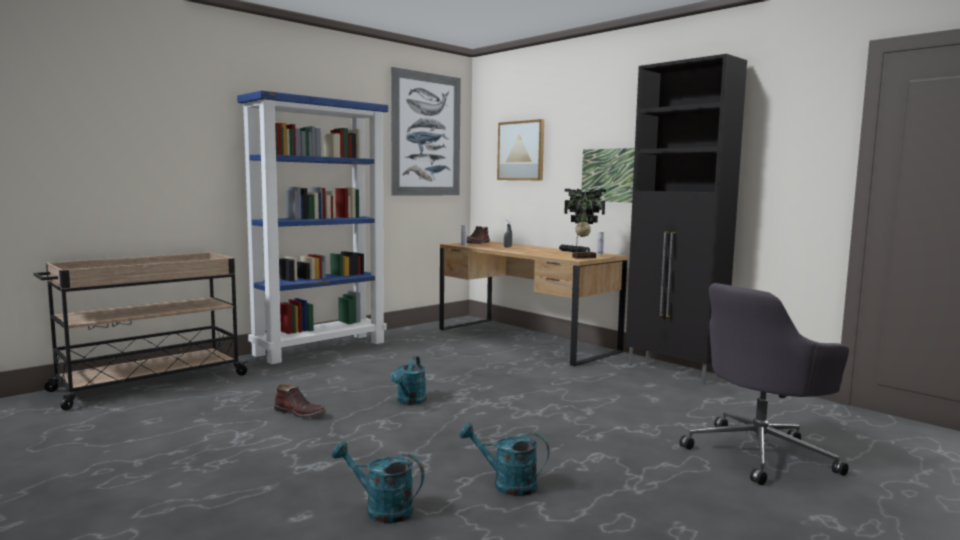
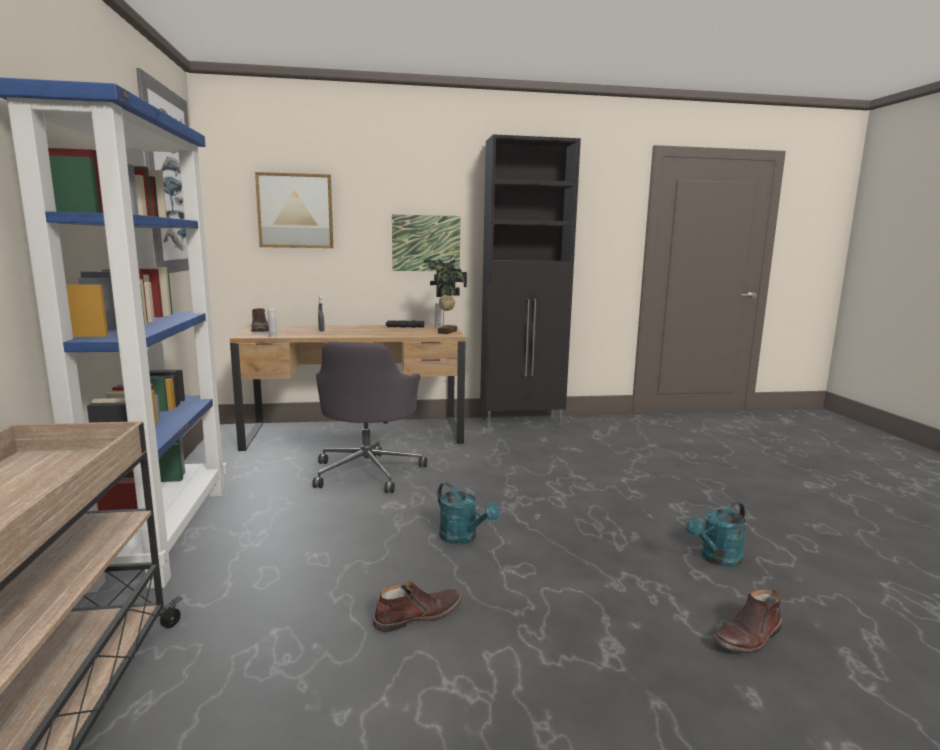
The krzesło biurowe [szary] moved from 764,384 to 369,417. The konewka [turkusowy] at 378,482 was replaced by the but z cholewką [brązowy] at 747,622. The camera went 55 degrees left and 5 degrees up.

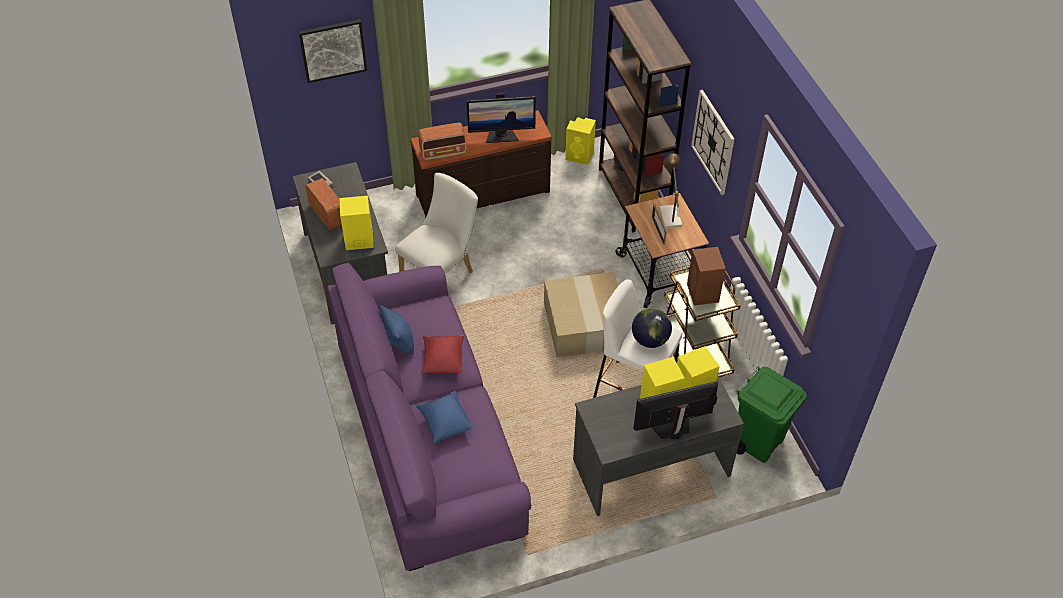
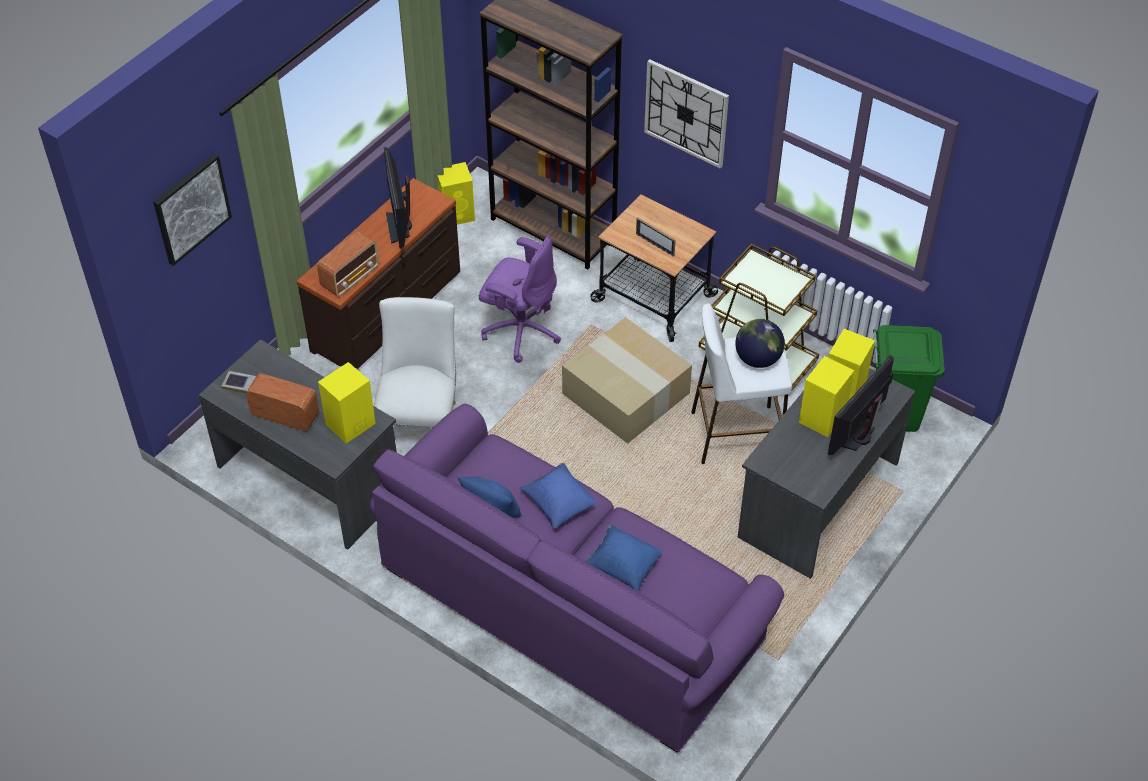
The monitor at 501,118 turned 120 degrees clockwise. The krzesło biurowe [fioletowy] at 520,300 appeared. The poduszka [czerwony] at 442,354 became the poduszka [niebieski] at 558,496. The lampa stołowa at 670,191 disappeared. The głośnik [brązowy] at 706,276 disappeared. The camera went 35 degrees left and 0 degrees up.

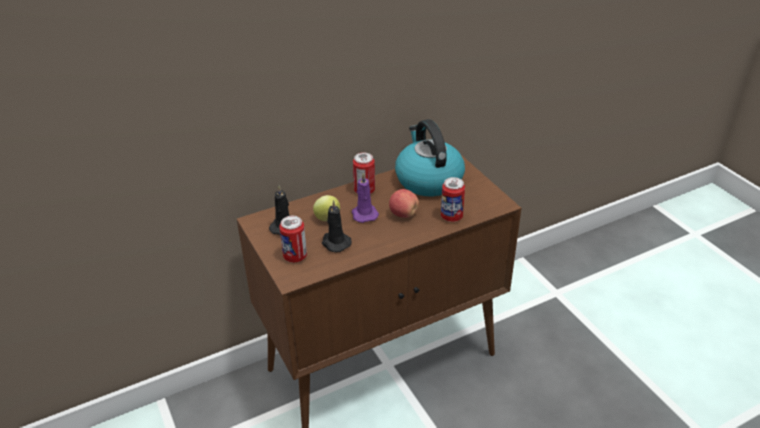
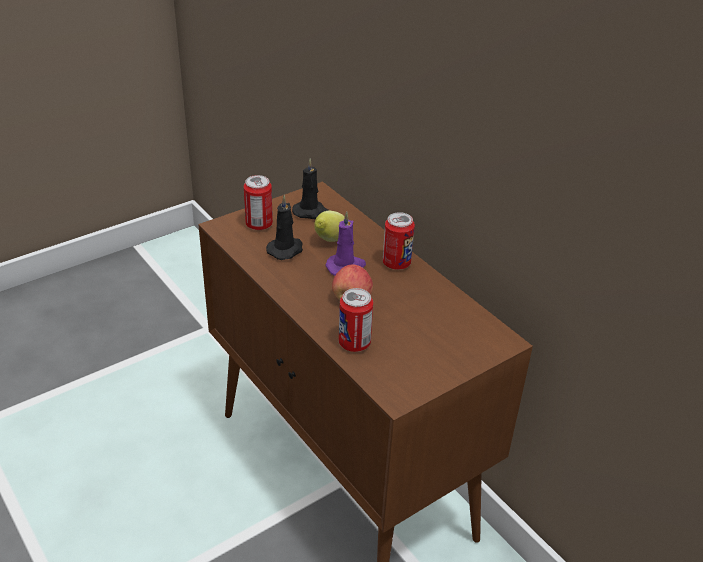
The czajnik at 430,157 disappeared. The camera went 80 degrees right and 0 degrees up.

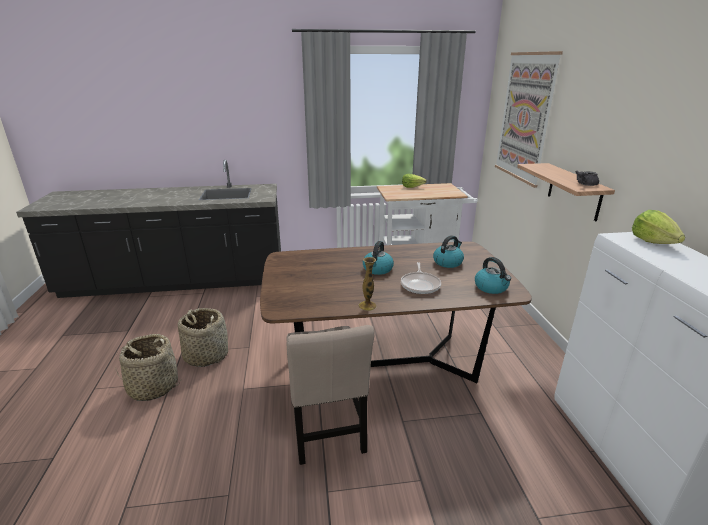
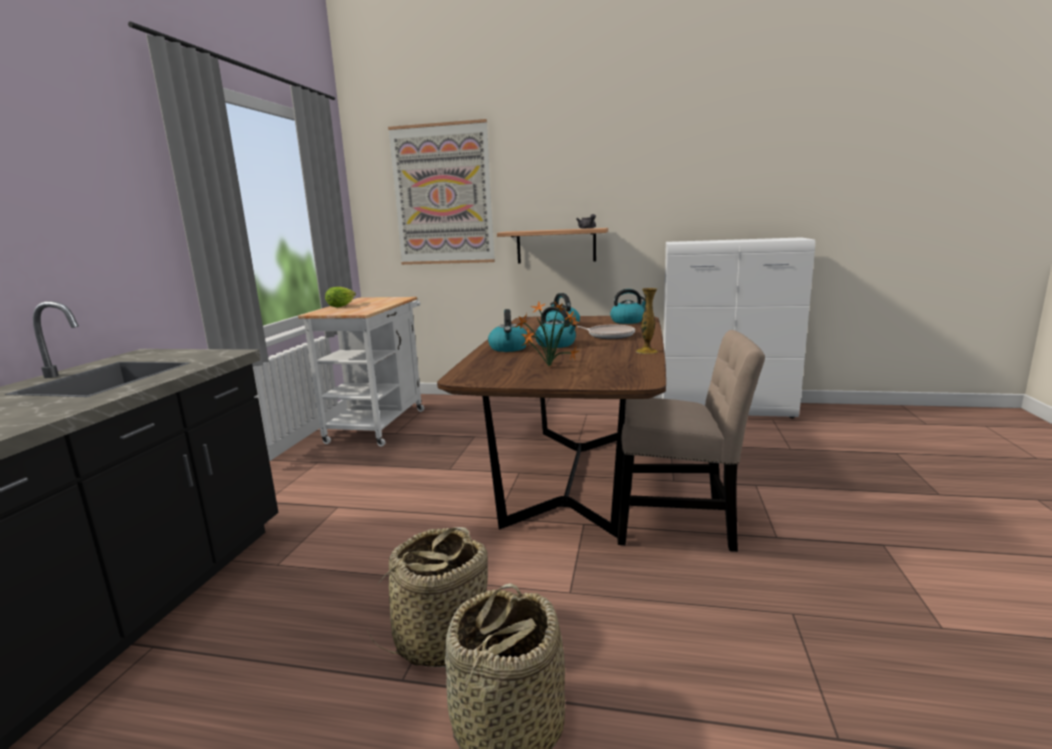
The czajnik at 508,330 appeared. The roślina doniczkowa at 547,334 appeared. The sałata at 658,227 disappeared. The camera went 70 degrees left and 10 degrees down.

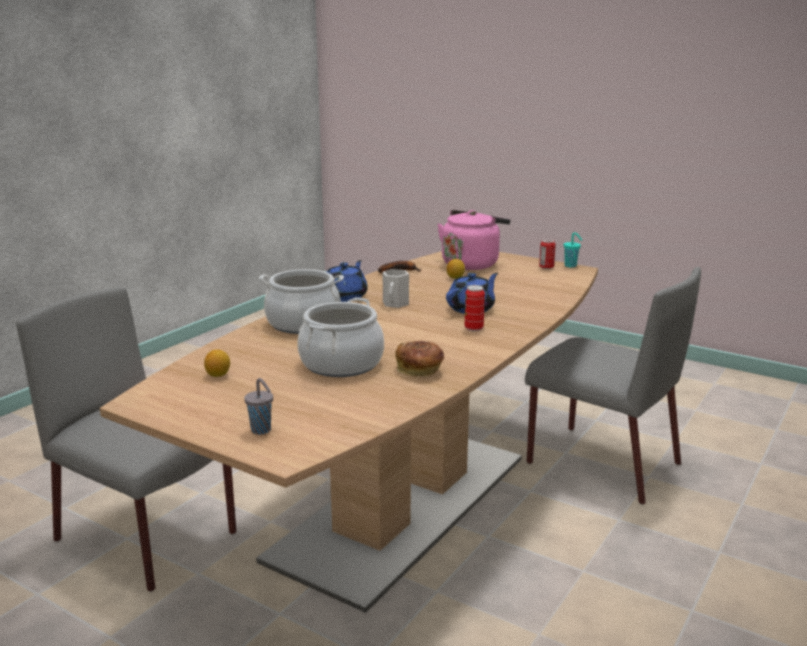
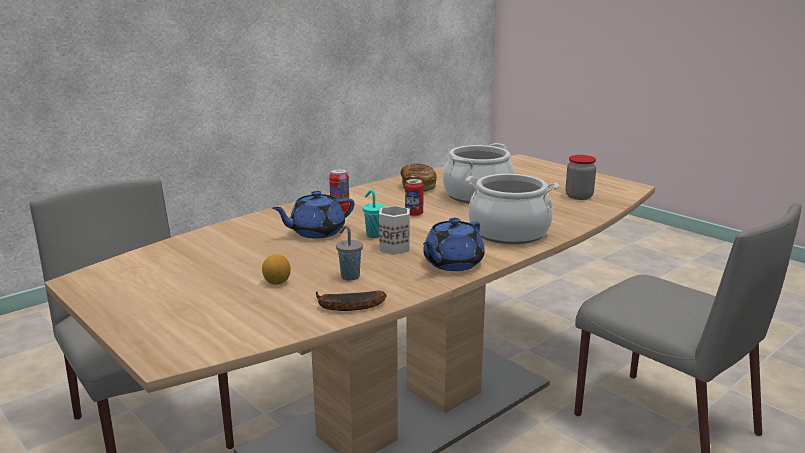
The filiżanka [szary] moved from 258,406 to 349,253. The filiżanka [turkusowy] moved from 572,250 to 374,214. The puszka moved from 547,254 to 414,197. The cytryna at 217,363 was replaced by the słoik at 581,177. The czajnik [różowy] at 473,240 disappeared. The camera went 165 degrees left and 0 degrees up.

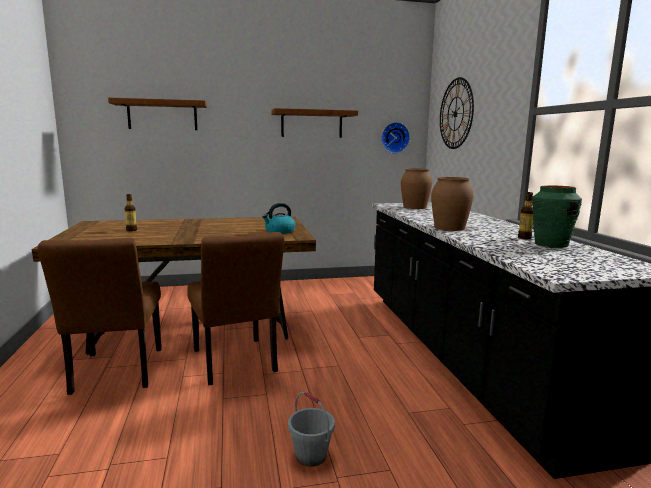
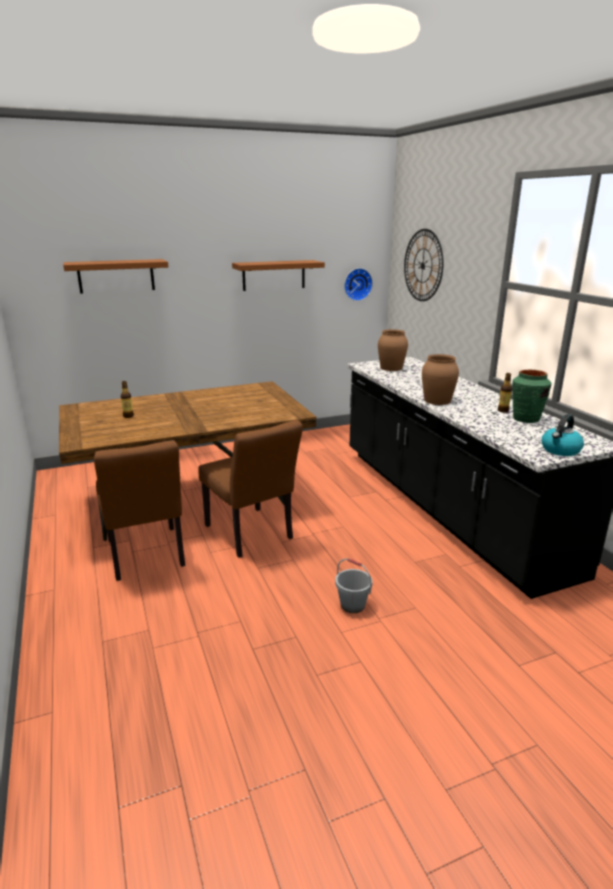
The czajnik moved from 279,218 to 563,435. The camera went 10 degrees left and 10 degrees up.

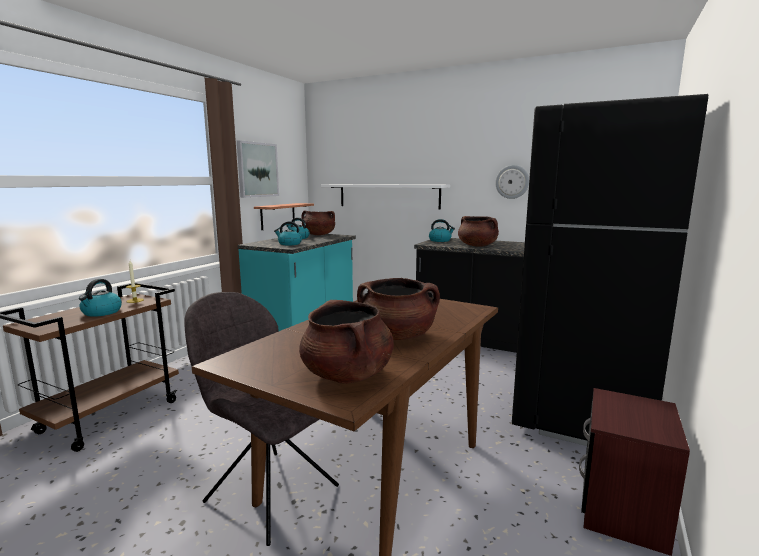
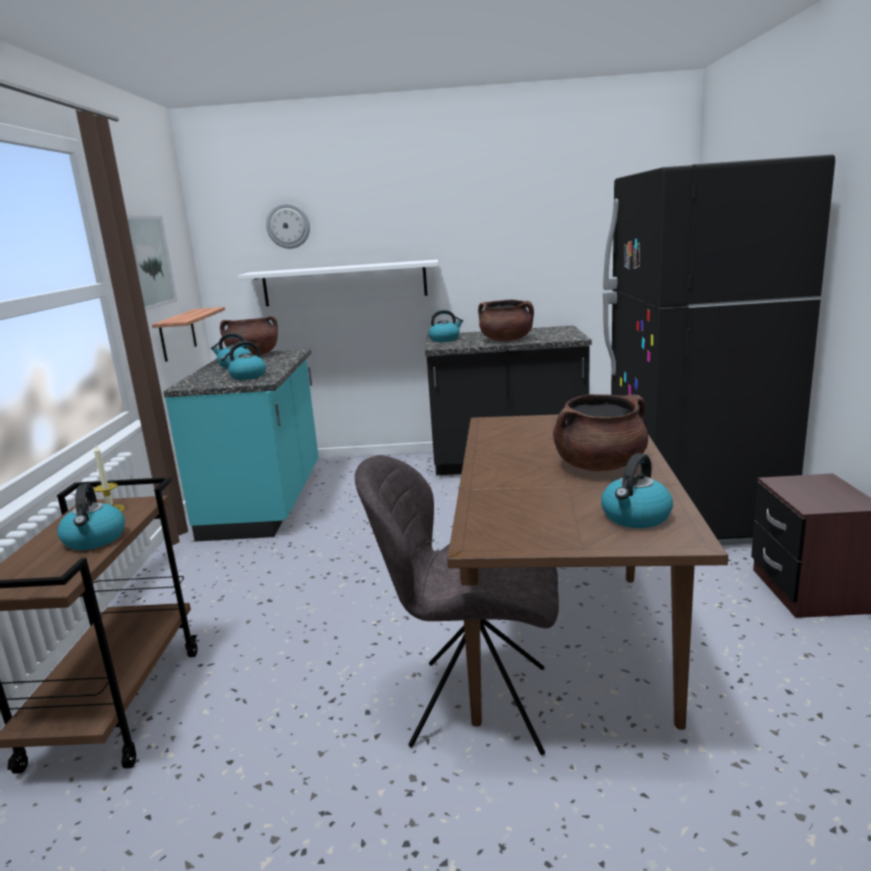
The zegar ścienny moved from 512,182 to 288,226. The garnek [brązowy] at 346,342 was replaced by the czajnik at 637,490. The camera went 25 degrees left and 5 degrees up.

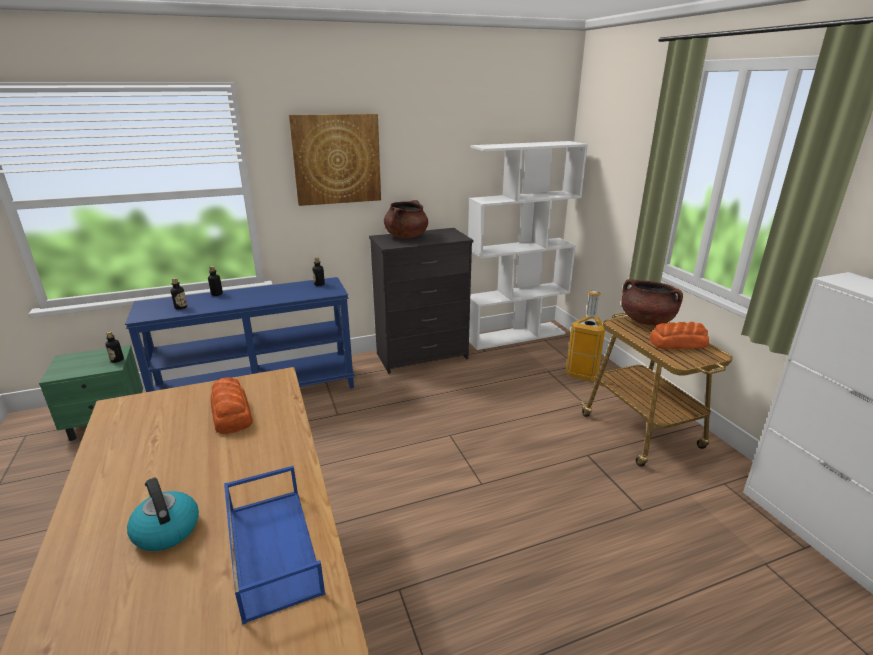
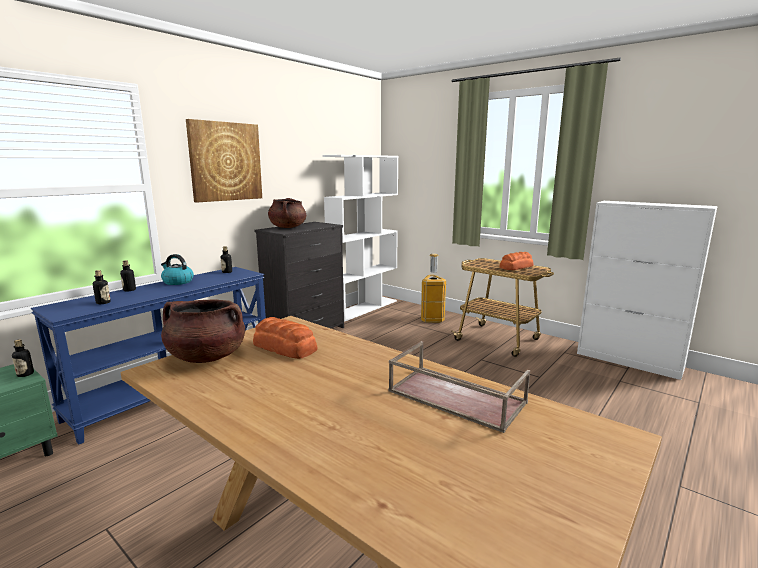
The czajnik moved from 163,514 to 177,269. The garnek [brązowy] moved from 652,302 to 203,331. The taca [niebieski] at 274,545 became the taca [brązowy] at 459,387. The camera went 30 degrees left and 10 degrees down.

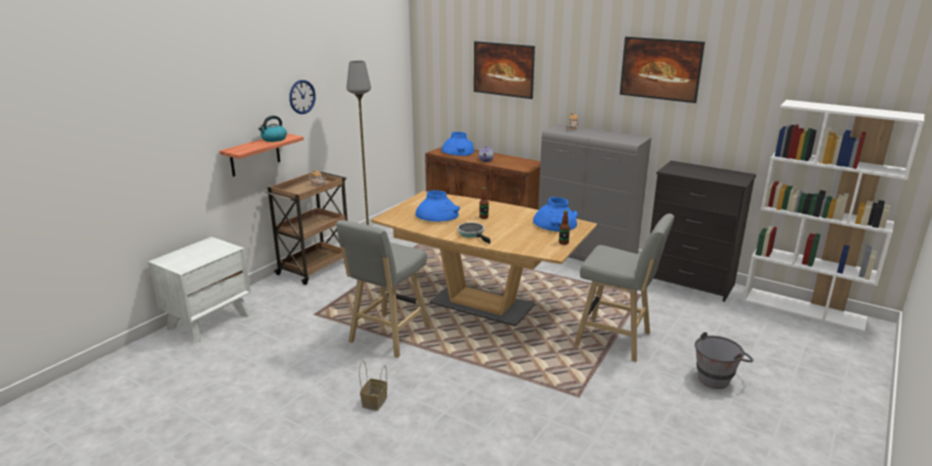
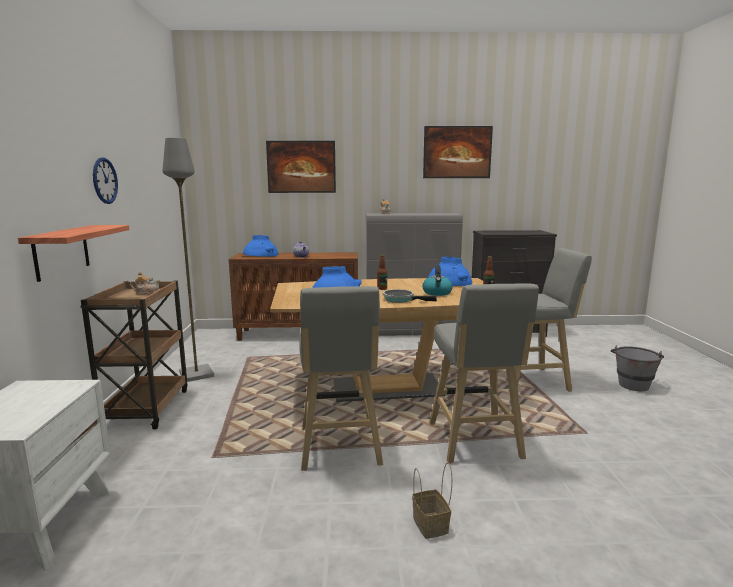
The czajnik moved from 272,129 to 437,280. The stołek [szary] at 484,373 appeared. The regał [biały] at 833,216 disappeared. The camera went 35 degrees left and 10 degrees down.

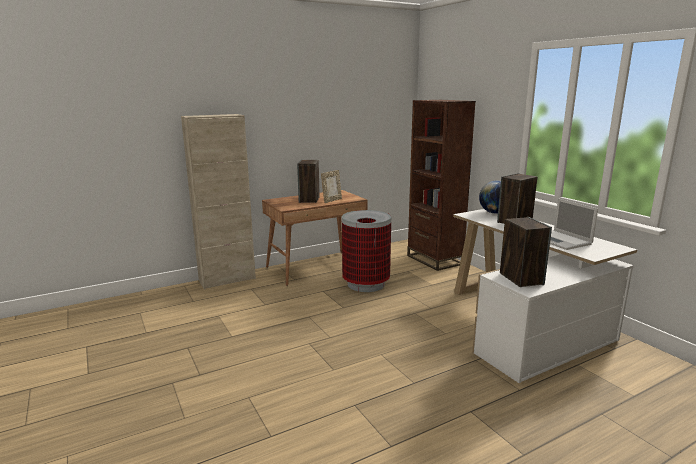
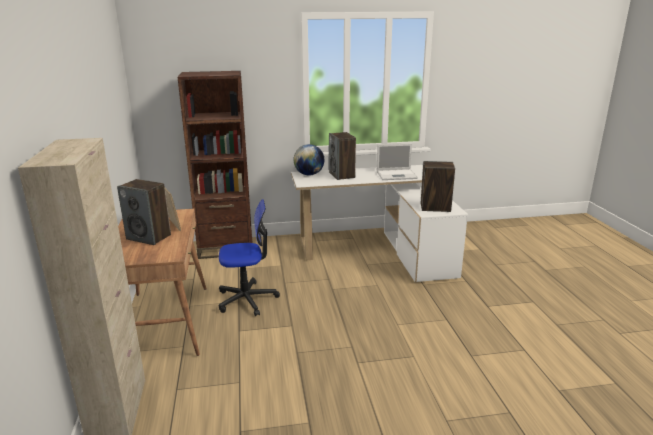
The kosz na śmieci at 366,251 was replaced by the krzesło biurowe at 249,257. The camera went 70 degrees left and 5 degrees up.

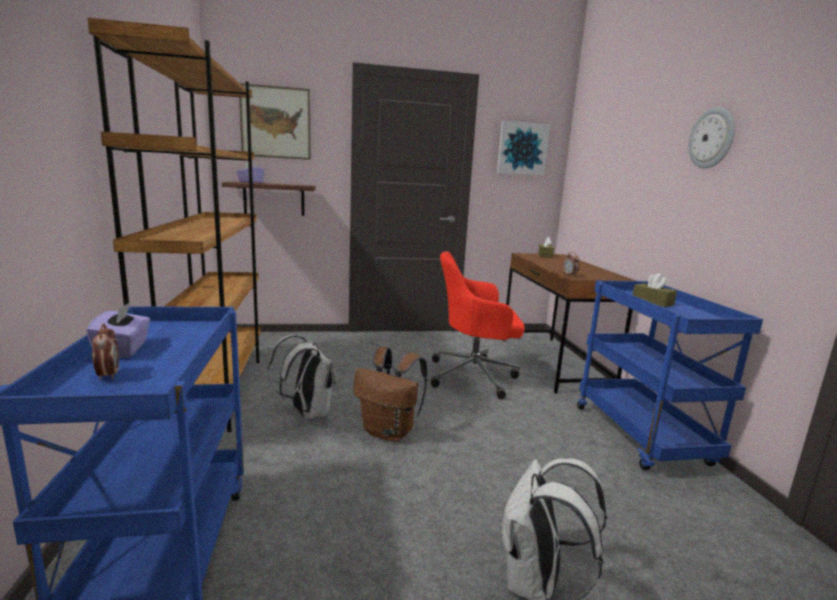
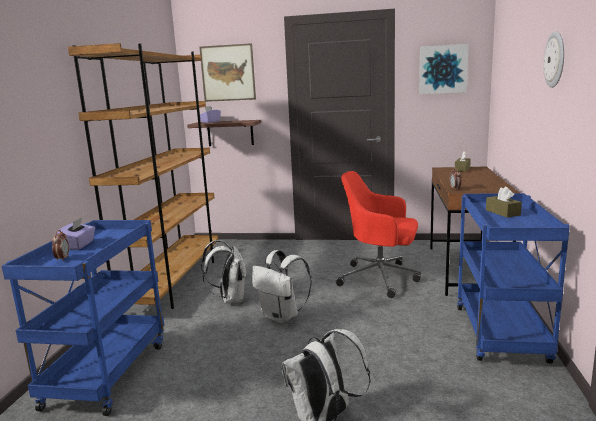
The plecak [brązowy] at 390,394 became the plecak [biały] at 282,286. The camera went 20 degrees right and 0 degrees up.

